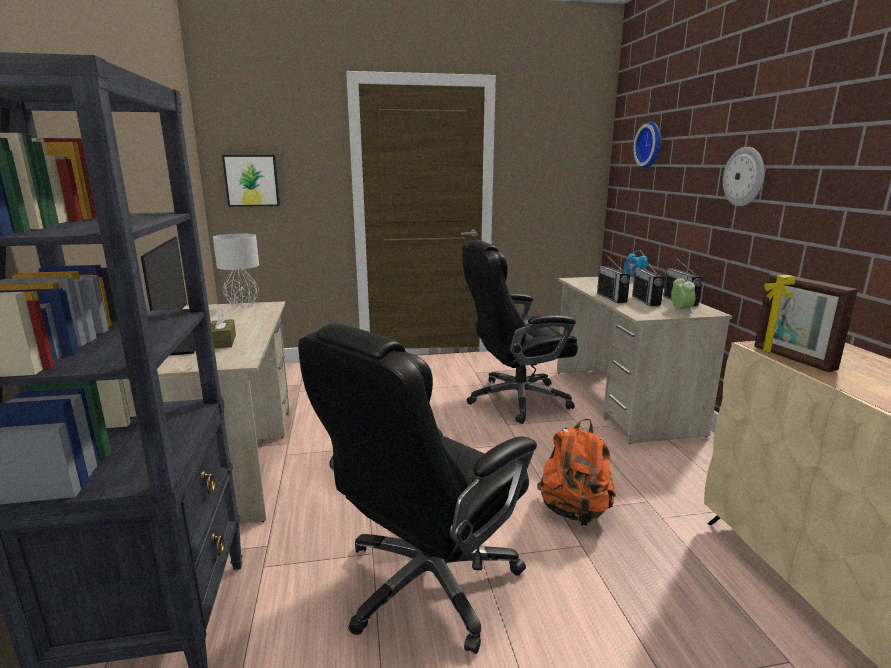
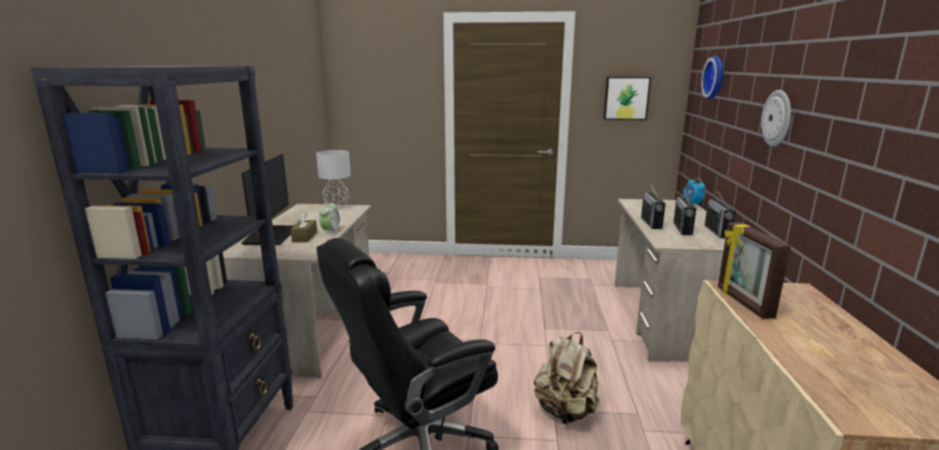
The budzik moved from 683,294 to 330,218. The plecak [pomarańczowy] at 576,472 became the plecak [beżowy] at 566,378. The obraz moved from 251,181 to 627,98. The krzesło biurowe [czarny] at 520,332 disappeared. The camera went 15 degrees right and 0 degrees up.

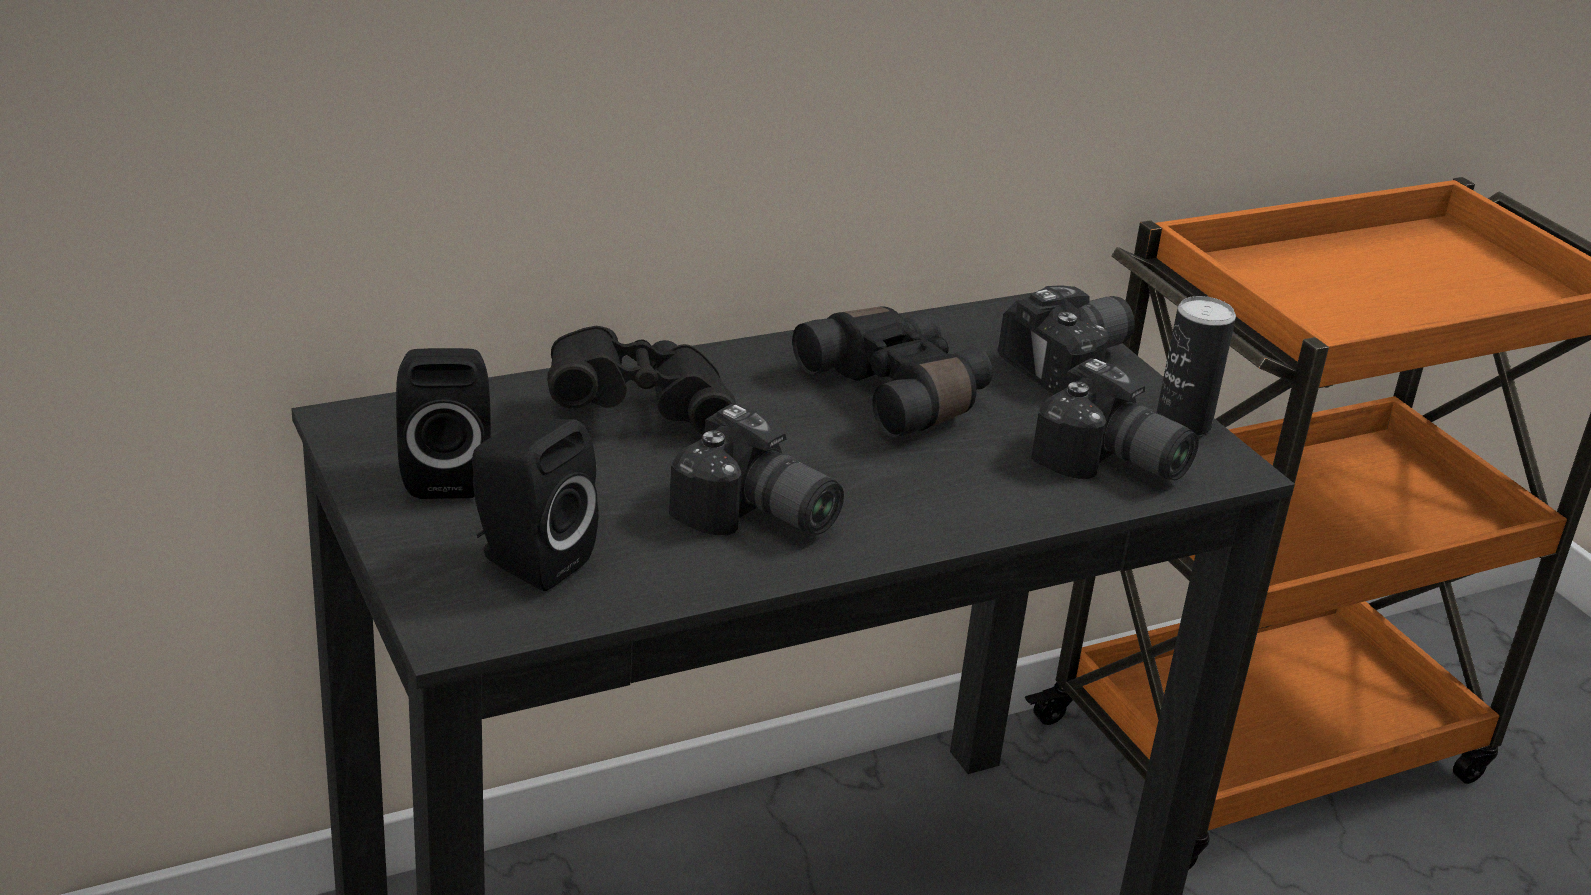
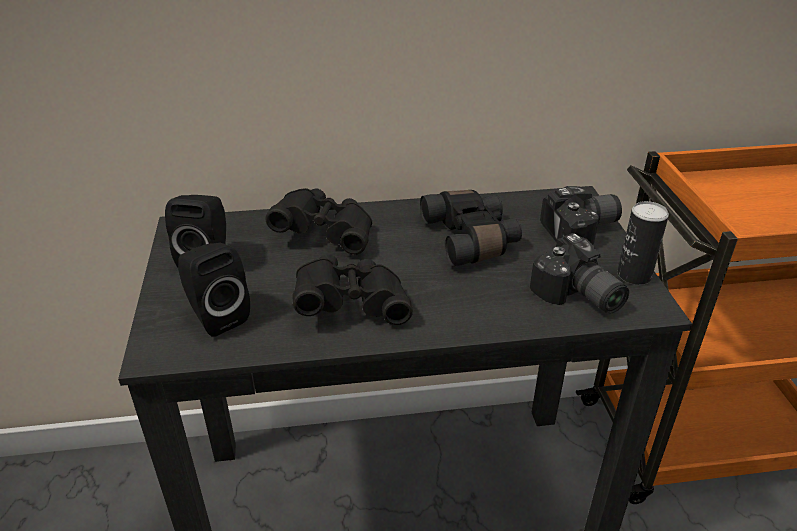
The aparat fotograficzny at 756,469 was replaced by the lornetka [czarny] at 353,289. The camera went 20 degrees right and 5 degrees up.

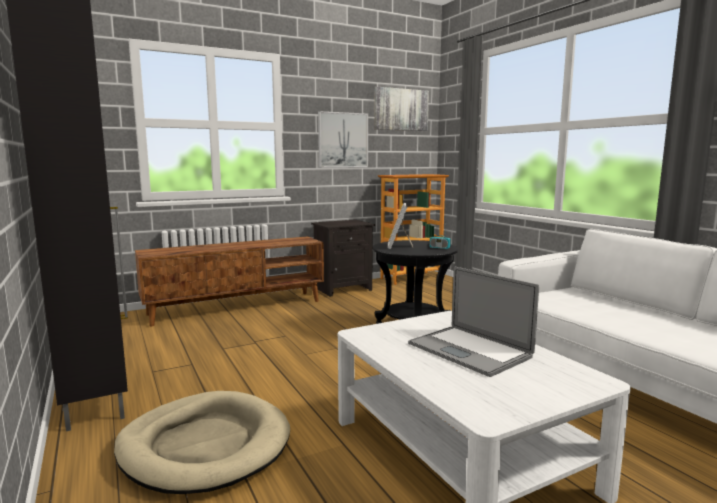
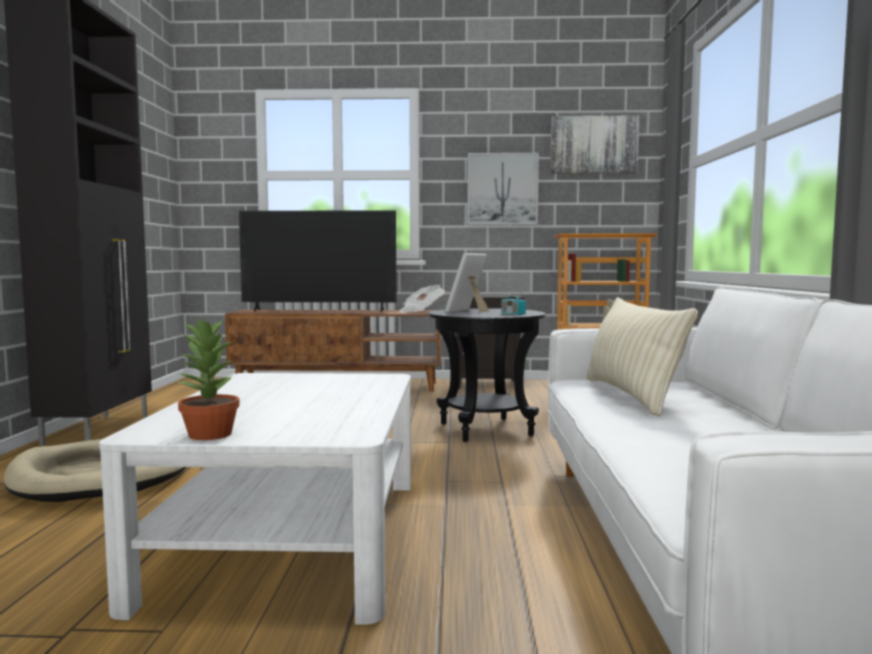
The roślina doniczkowa at 208,379 appeared. The telewizor at 317,261 appeared. The gazeta at 422,299 appeared. The poduszka [beżowy] at 642,356 appeared. The laptop at 473,322 disappeared. The camera went 30 degrees right and 5 degrees down.

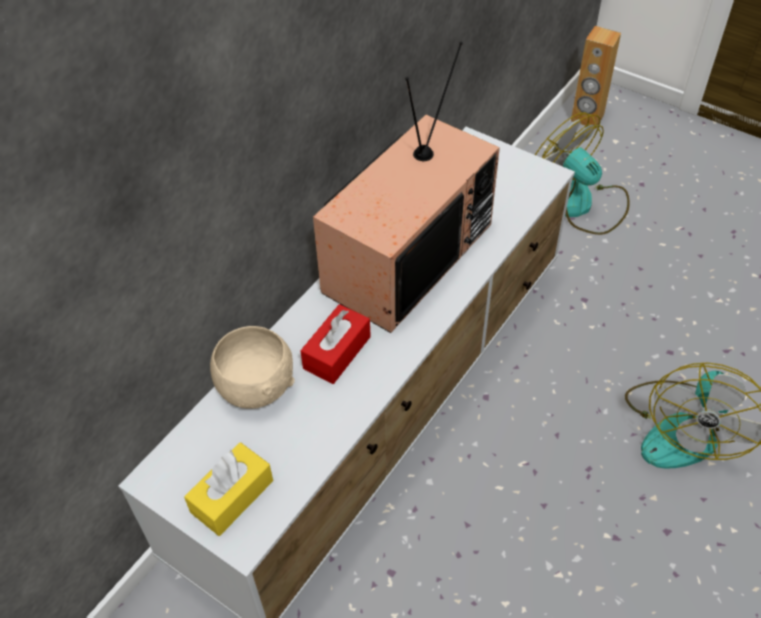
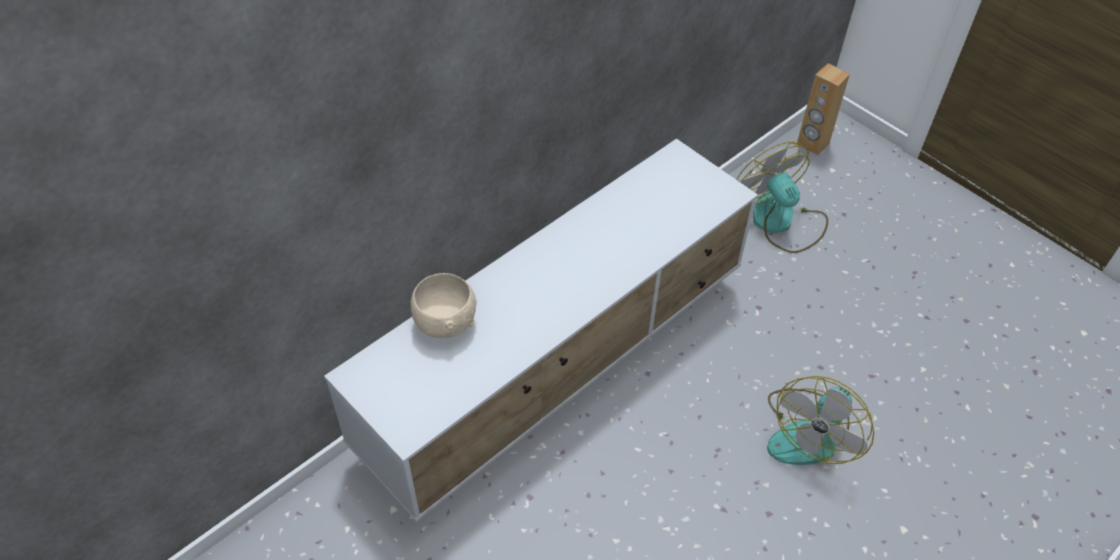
The pudełko chusteczek [żółty] at 228,489 disappeared. The pudełko chusteczek [czerwony] at 335,344 disappeared. The telewizor at 406,187 disappeared. The camera went 10 degrees right and 0 degrees up.

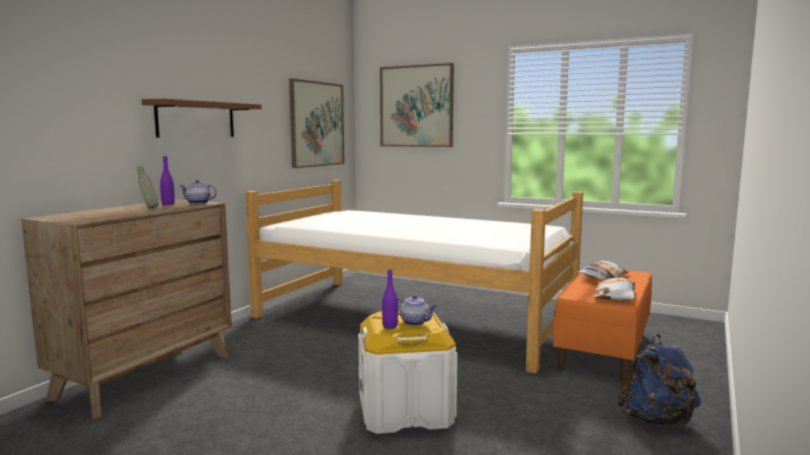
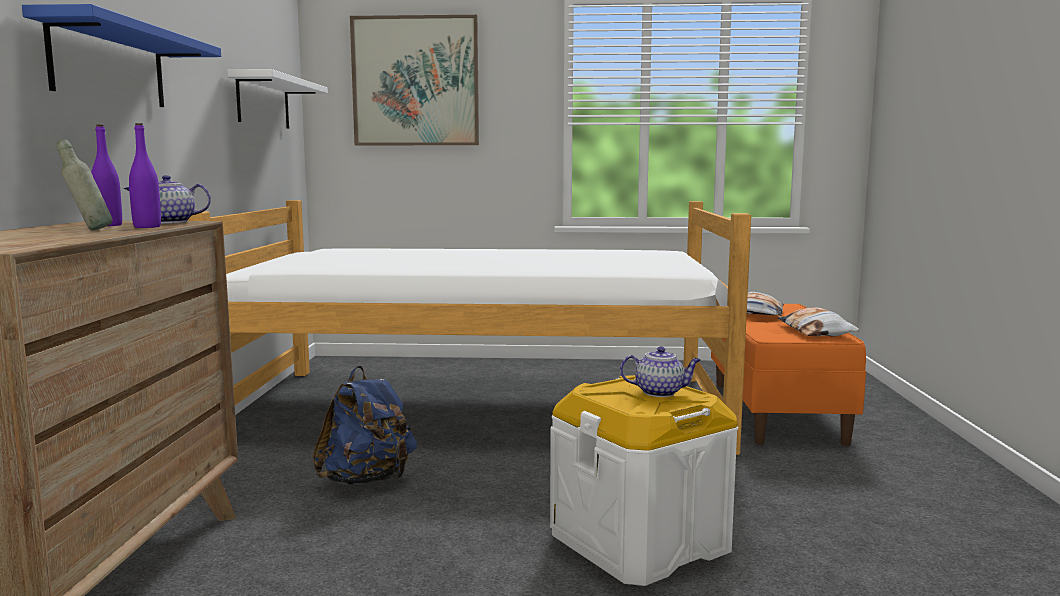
The półka [brązowy] at 202,118 became the półka [niebieski] at 121,55. The butelka [fioletowy] moved from 390,299 to 145,175. The obraz at 317,123 was replaced by the półka [biały] at 277,99. The plecak [niebieski] moved from 659,379 to 364,426. The camera went 25 degrees left and 0 degrees up.

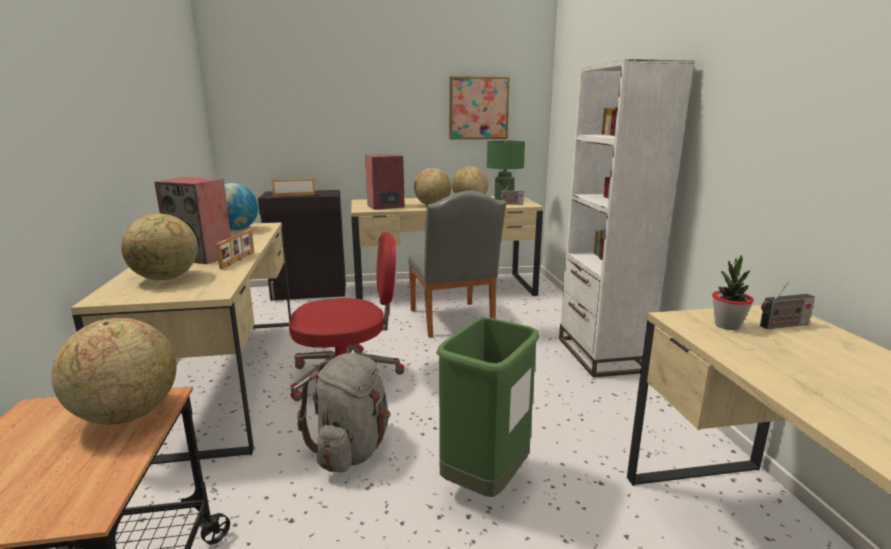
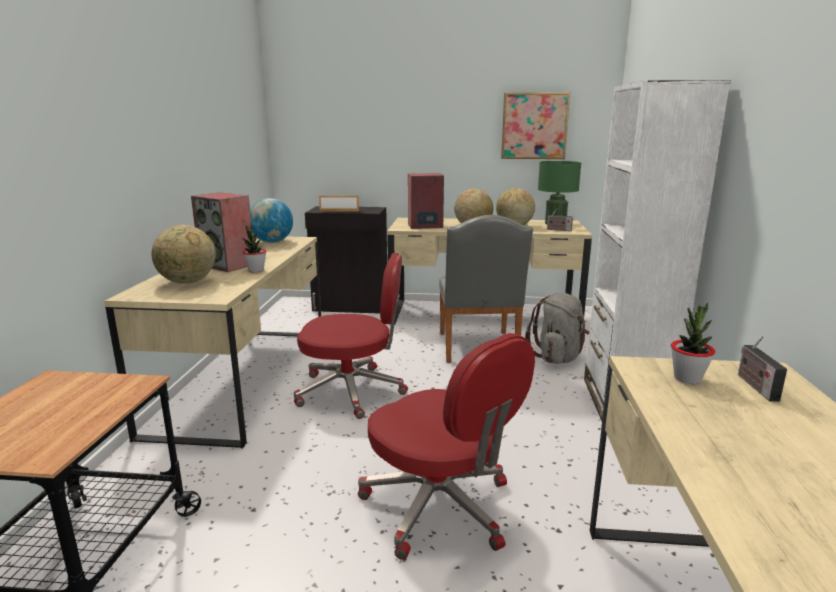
The ramka na zdjęcie at 235,249 was replaced by the roślina doniczkowa at 254,249. The kosz na śmieci [zielony] at 487,407 was replaced by the krzesło biurowe [czerwony] at 446,446. The plecak [szary] moved from 344,412 to 557,328. The radio at 787,305 turned 90 degrees clockwise. The globus at 114,371 disappeared. The camera went 15 degrees right and 0 degrees up.

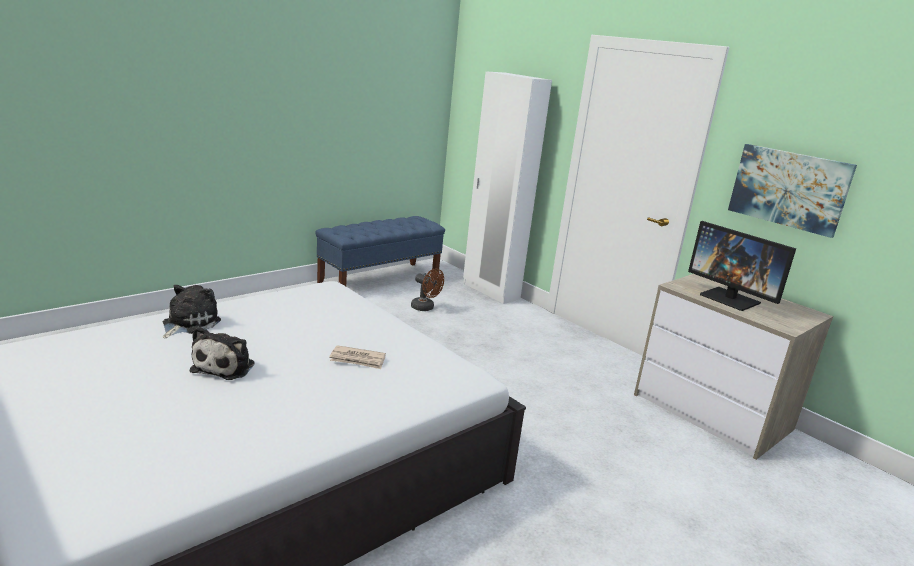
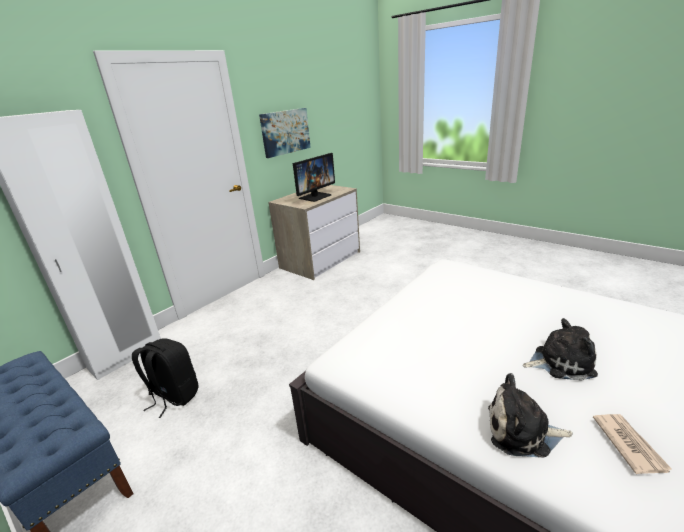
The wentylator [brązowy] at 427,289 was replaced by the plecak [czarny] at 165,378. The gazeta moved from 357,357 to 633,444. The camera went 95 degrees left and 5 degrees up.

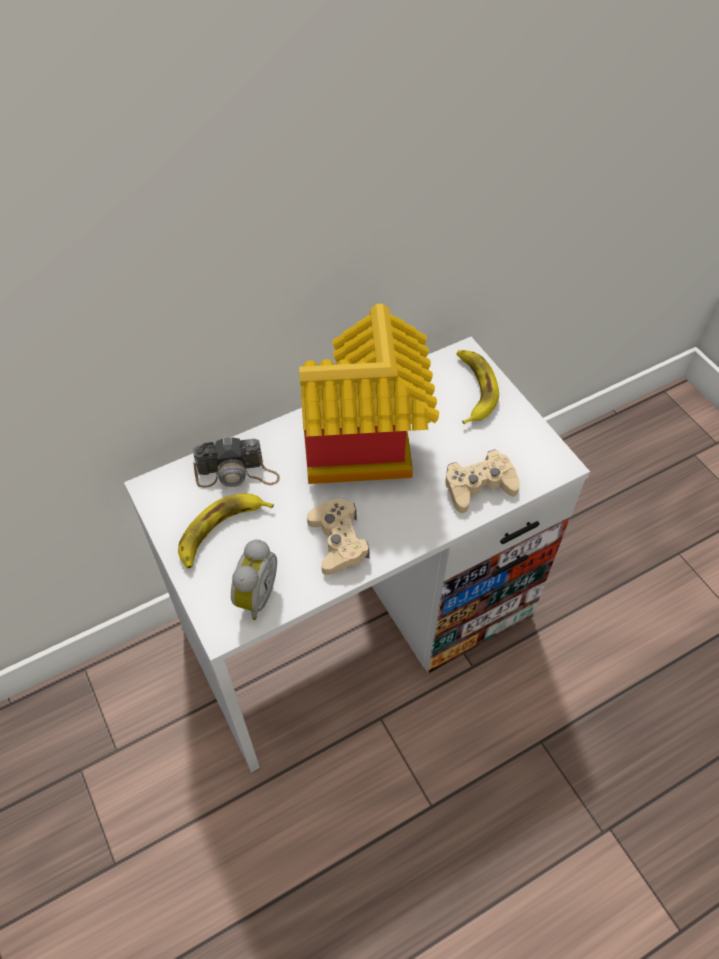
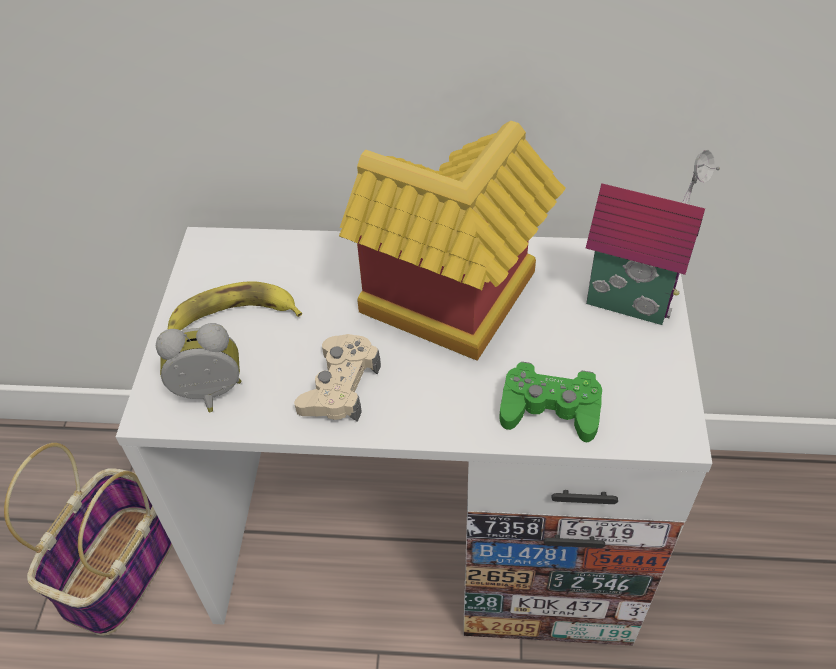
The koszyk at 88,539 appeared. The budzik at 254,579 turned 150 degrees counterclockwise. The pad do gier [beżowy] at 482,481 became the pad do gier [zielony] at 550,402. The banan at 477,387 was replaced by the domek at 653,237. The aparat fotograficzny at 236,462 disappeared. The camera went 35 degrees right and 5 degrees down.

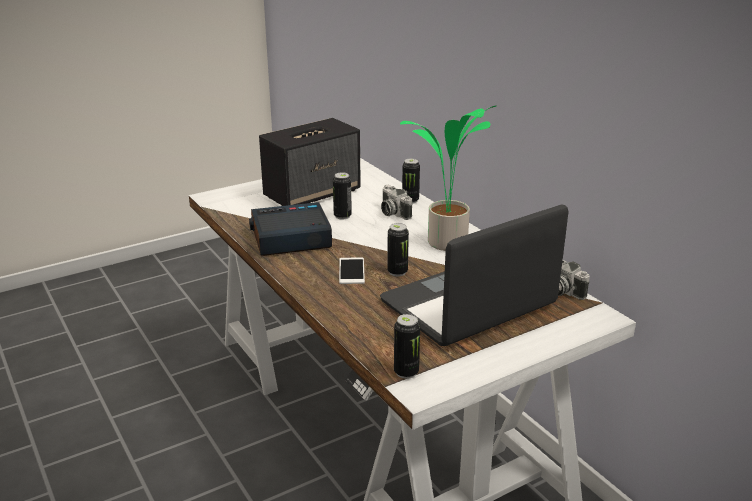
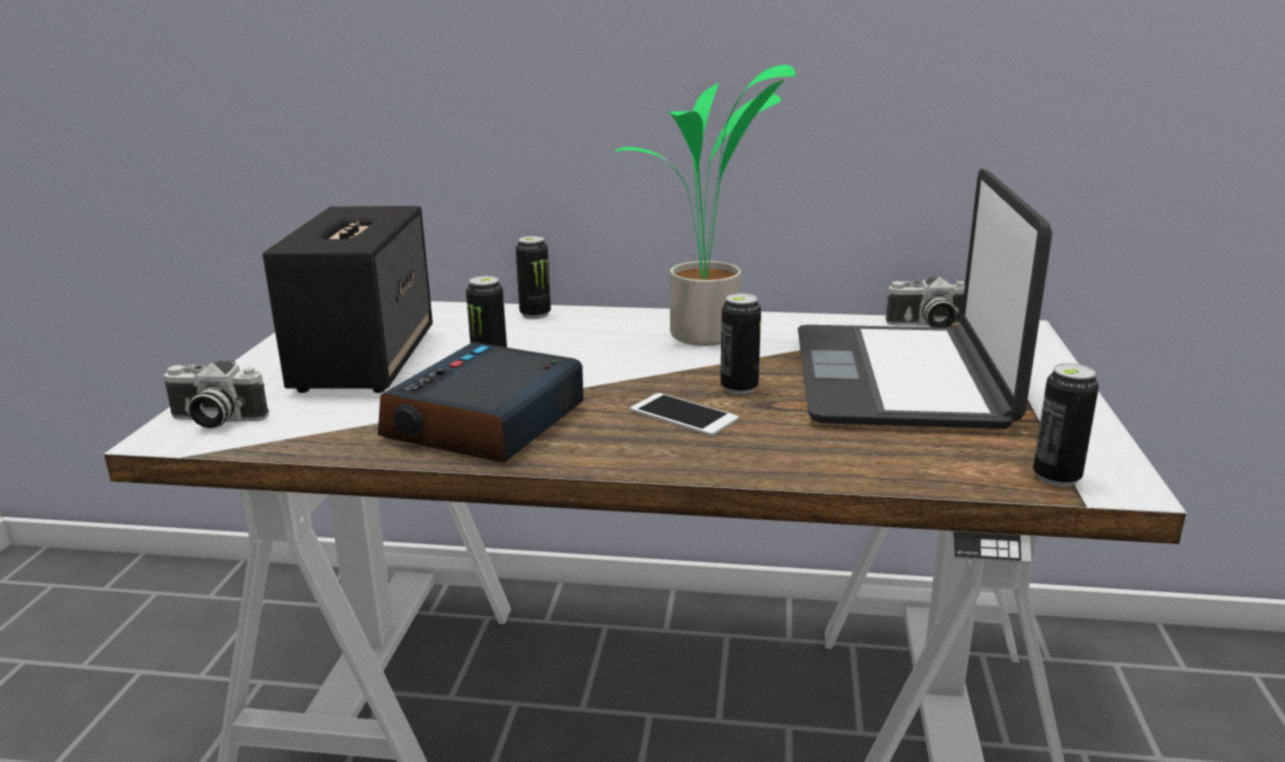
The aparat fotograficzny moved from 397,202 to 216,394. The camera went 50 degrees left and 5 degrees down.

